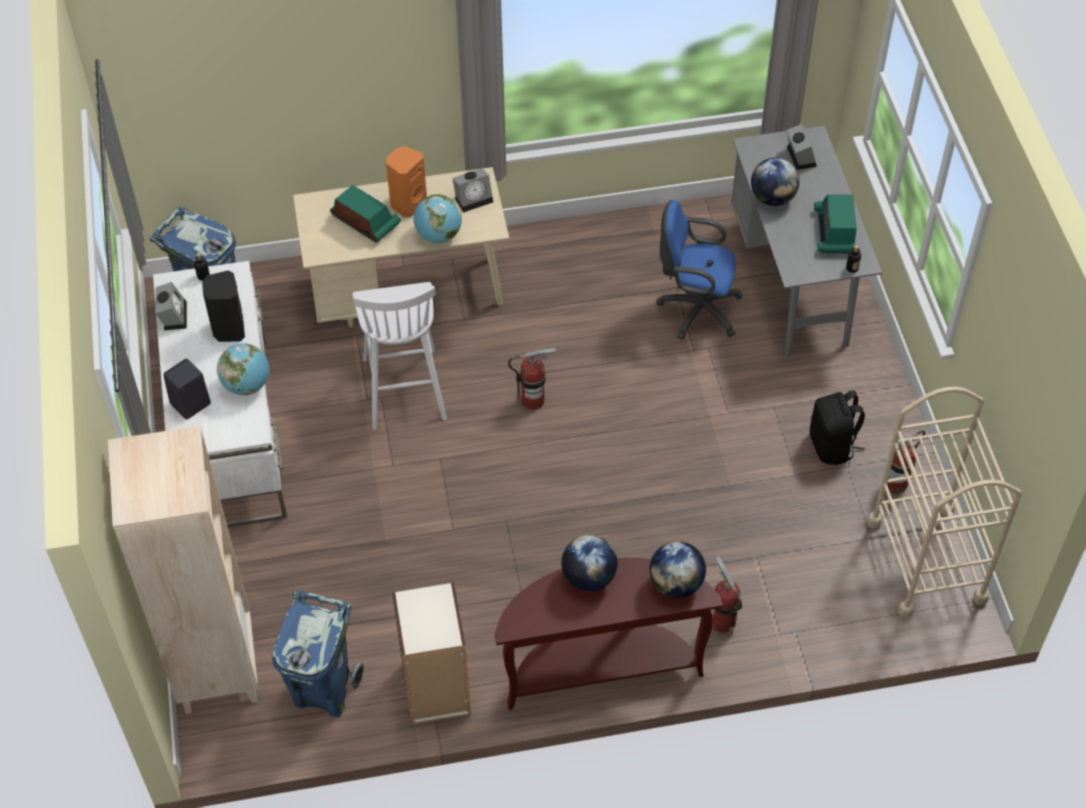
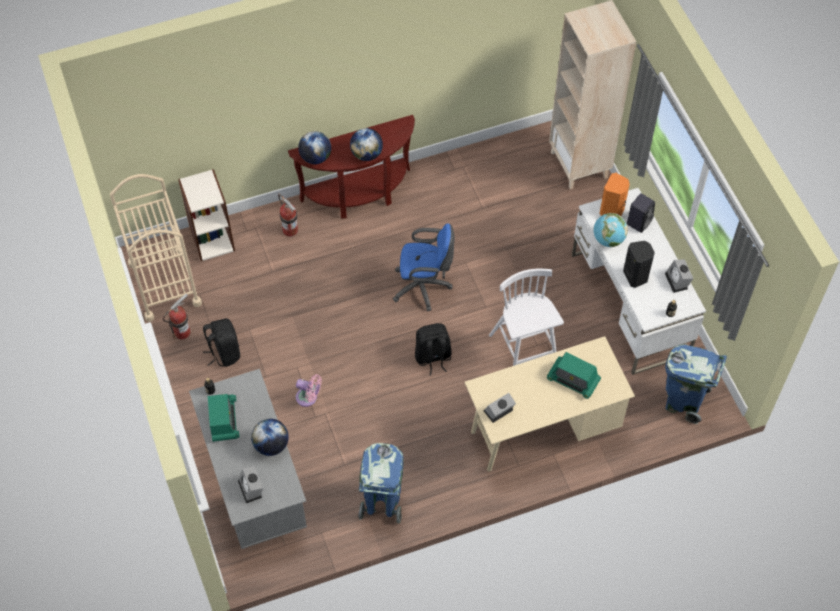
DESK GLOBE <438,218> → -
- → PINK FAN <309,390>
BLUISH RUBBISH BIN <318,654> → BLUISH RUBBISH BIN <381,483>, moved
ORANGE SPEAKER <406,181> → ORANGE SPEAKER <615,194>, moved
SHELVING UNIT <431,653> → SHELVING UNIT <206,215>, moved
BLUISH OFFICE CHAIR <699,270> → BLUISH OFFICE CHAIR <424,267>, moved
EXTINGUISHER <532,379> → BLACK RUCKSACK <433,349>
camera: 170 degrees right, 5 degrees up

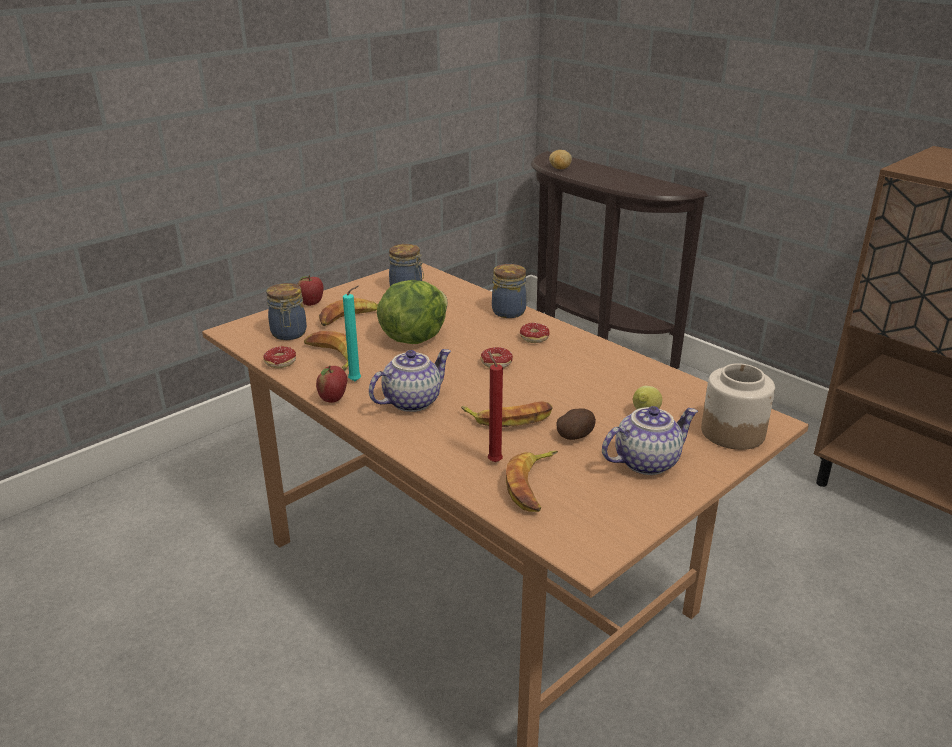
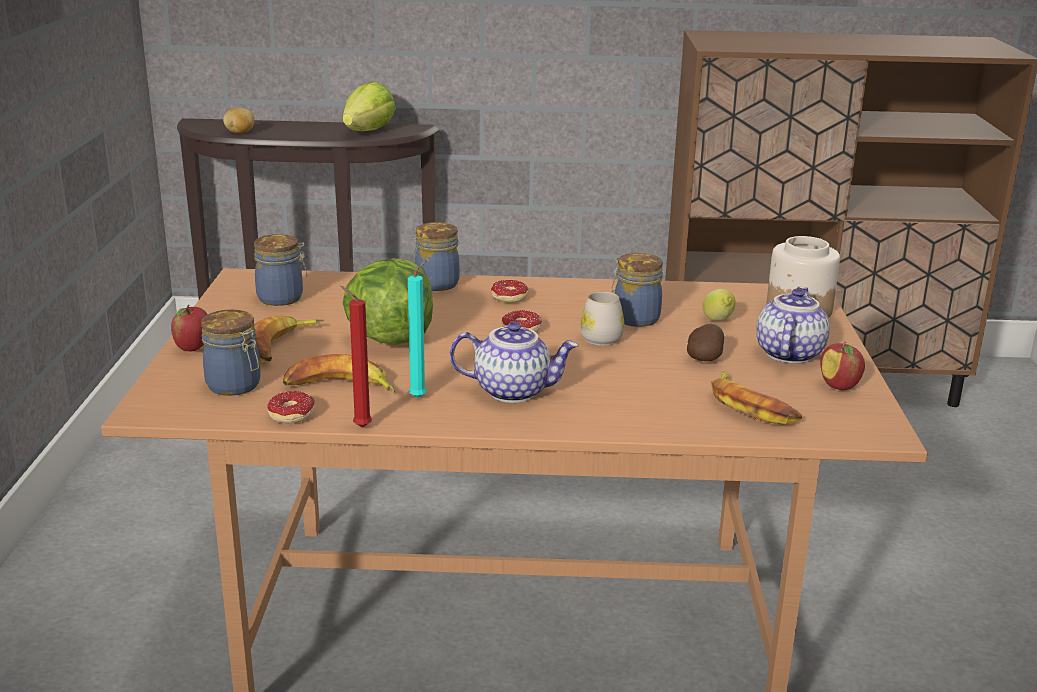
BANANA <506,414> → -
- → LETTUCE <369,106>
- → WHITE TEA MUG <602,319>
- → JAR <637,290>
WHOLE APPLE <331,384> → WHOLE APPLE <842,366>, moved
RED-COLOURED WAX CANDLE <495,406> → RED-COLOURED WAX CANDLE <356,357>, moved
POT FOR TEA <410,380> → POT FOR TEA <514,362>, 90 degrees clockwise
camera: 45 degrees left, 5 degrees down

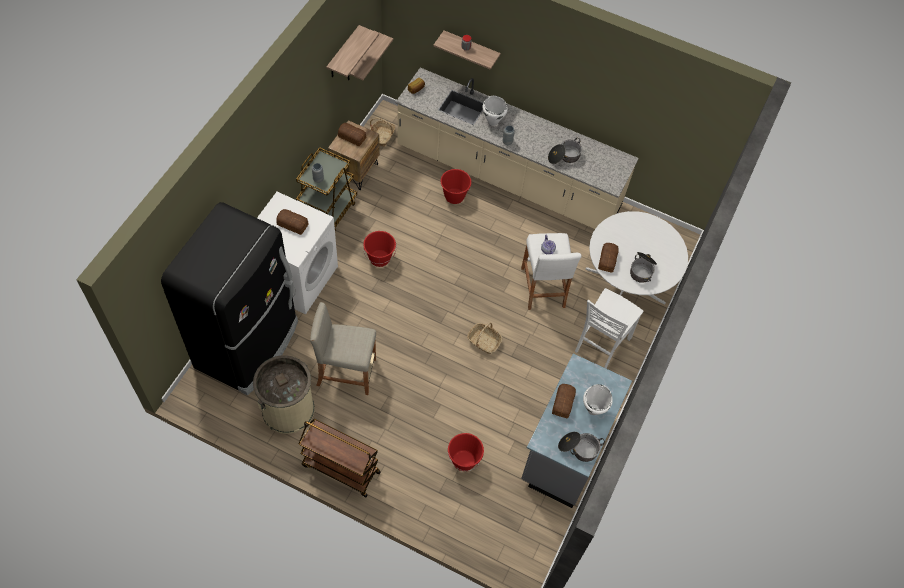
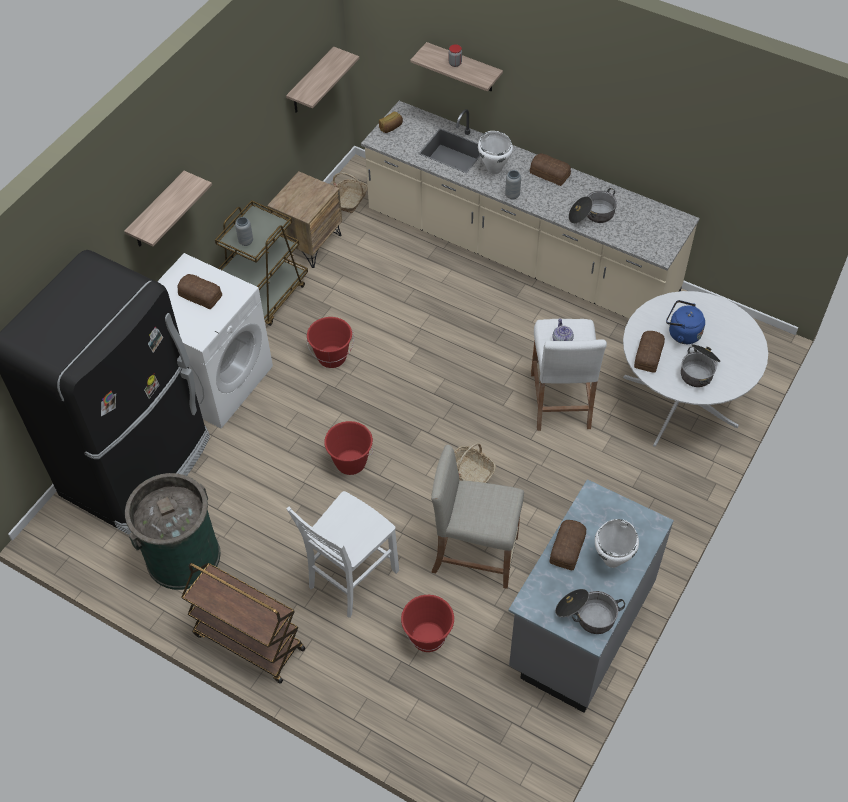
- → BLUISH TEA KETTLE <685,322>
SAND-COLOURED STOOL <343,348> → SAND-COLOURED STOOL <477,517>, moved
SHELF <352,51> → SHELF <168,209>, moved
BAKED BREAD <352,134> → BAKED BREAD <550,169>, moved
RED-COLOURED PAIL <456,186> → RED-COLOURED PAIL <348,448>, moved
WHITE CHAIR <609,328> → WHITE CHAIR <342,554>, moved
SAND-COLOURED RUBBISH BIN <284,394> → GREEN RUBBISH BIN <173,531>
camera: 10 degrees right, 5 degrees down

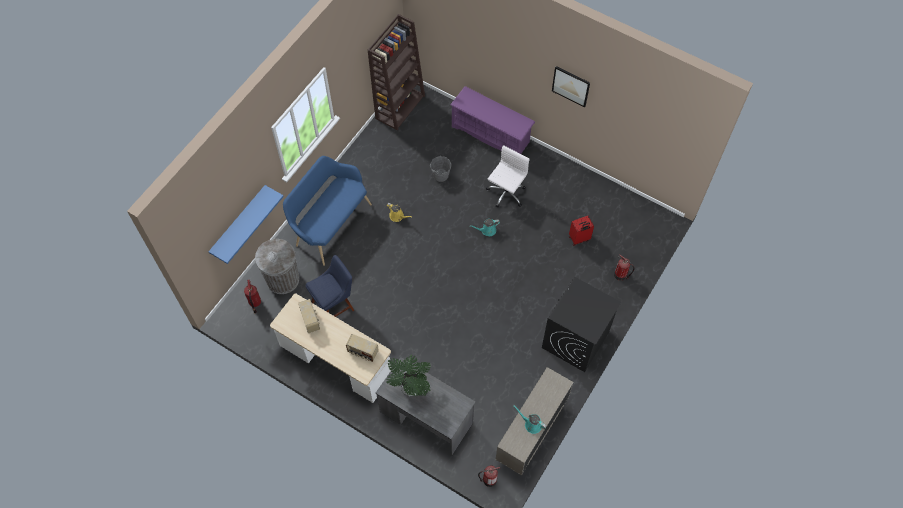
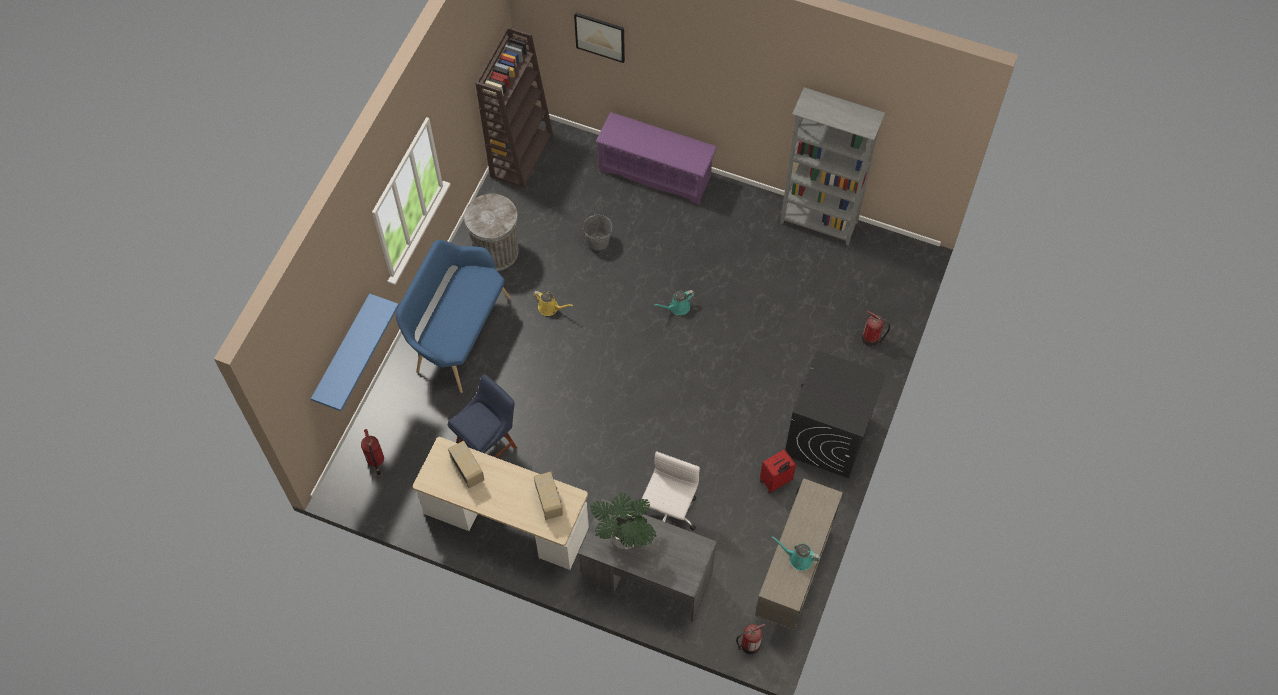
- → GREY SHELVING UNIT <832,166>
GREY RUBBISH BIN <277,266> → GREY RUBBISH BIN <491,232>, moved
WHITE OFFICE CHAIR <507,176> → WHITE OFFICE CHAIR <670,491>, moved
WALL ART <571,86> → WALL ART <599,37>, moved
RED-COLOURED SUITCASE <581,231> → RED-COLOURED SUITCASE <778,471>, moved
RADIO SET <362,348> → RADIO SET <548,495>, 120 degrees counterclockwise
camera: 10 degrees left, 0 degrees up

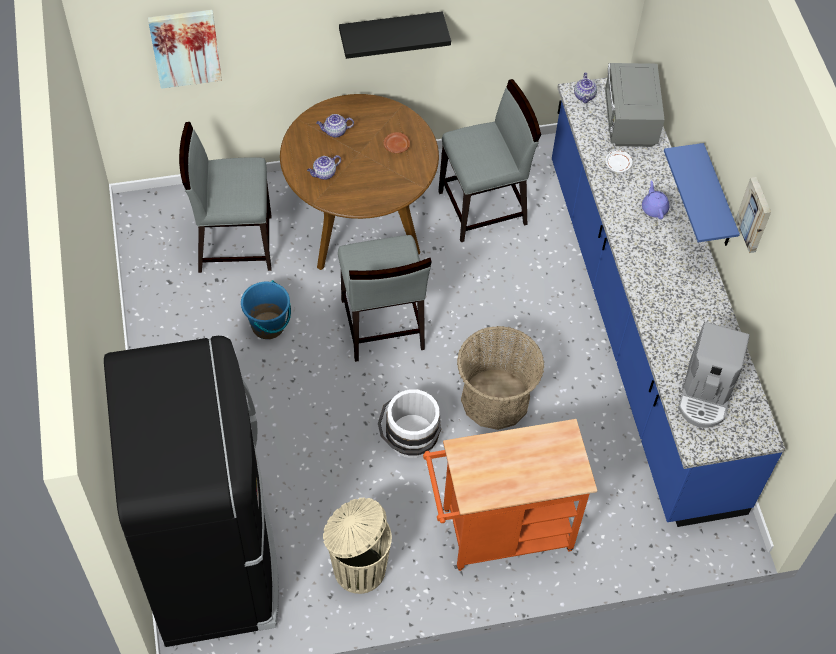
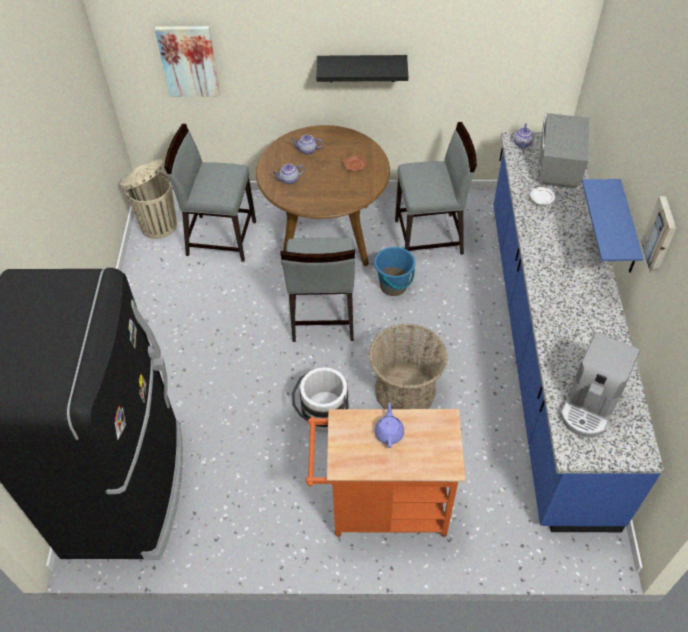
BLUISH PAIL <266,309> → BLUISH PAIL <394,271>, moved
SAND-COLOURED RUBBISH BIN <357,545> → SAND-COLOURED RUBBISH BIN <148,199>, moved
PURPLISH POT FOR TEA <655,200> → PURPLISH POT FOR TEA <389,425>, moved
camera: 15 degrees right, 5 degrees down

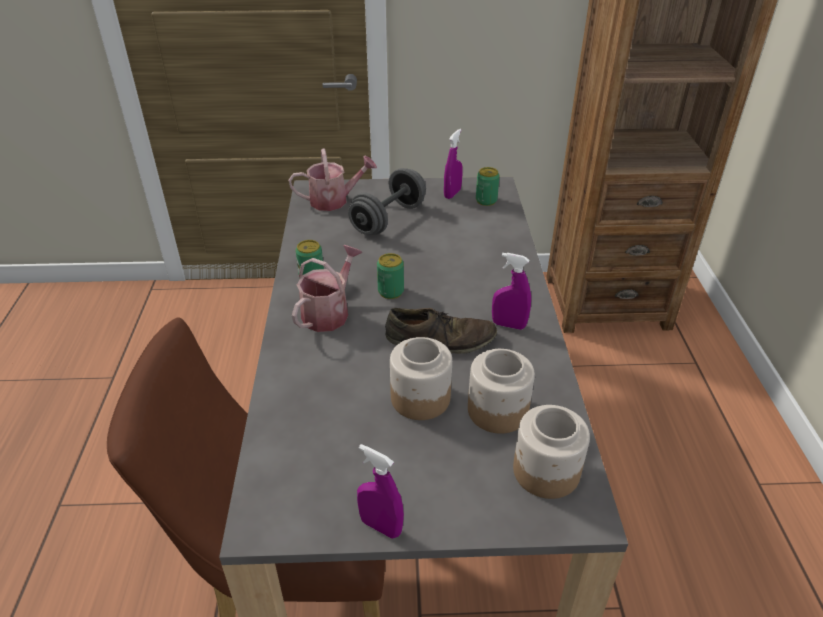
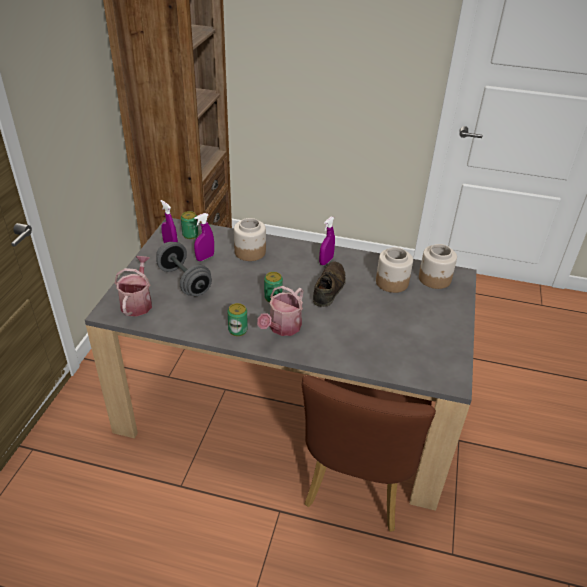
PURPLISH SPRAY BOTTLE <380,491> → PURPLISH SPRAY BOTTLE <204,237>, moved
JAR <421,378> → JAR <250,239>, moved
WATERING CAN <327,288> → WATERING CAN <280,311>, 105 degrees counterclockwise
camera: 75 degrees left, 0 degrees up

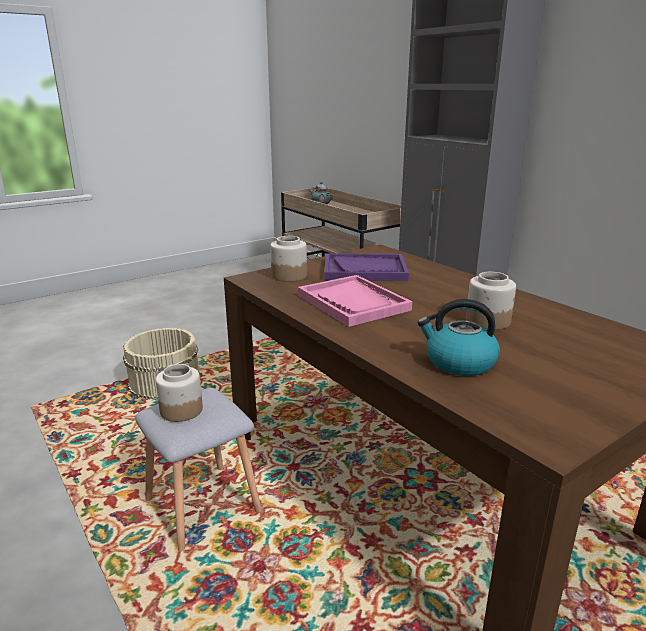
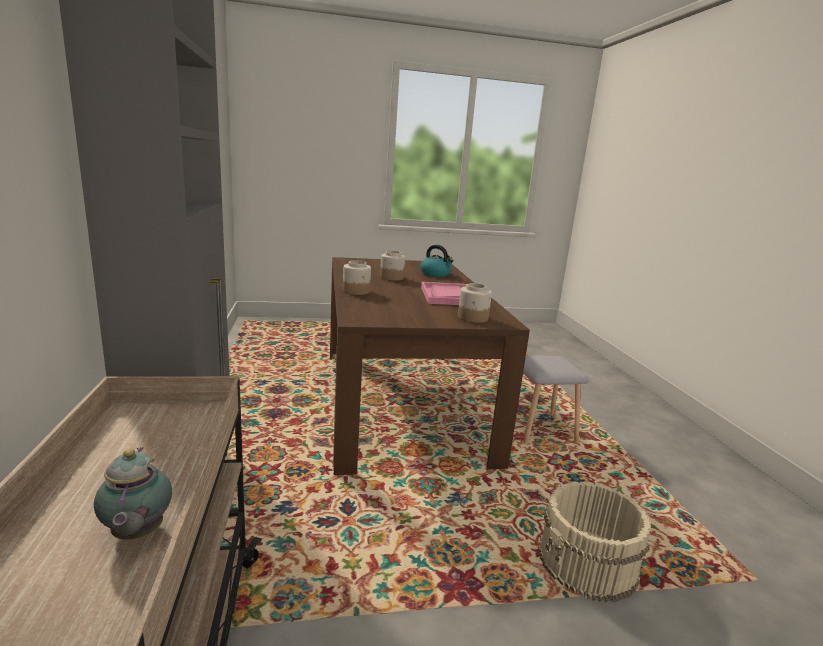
PURPLISH SERVING TRAY <367,267> → -
JAR <179,393> → JAR <357,277>, moved
camera: 155 degrees left, 5 degrees down

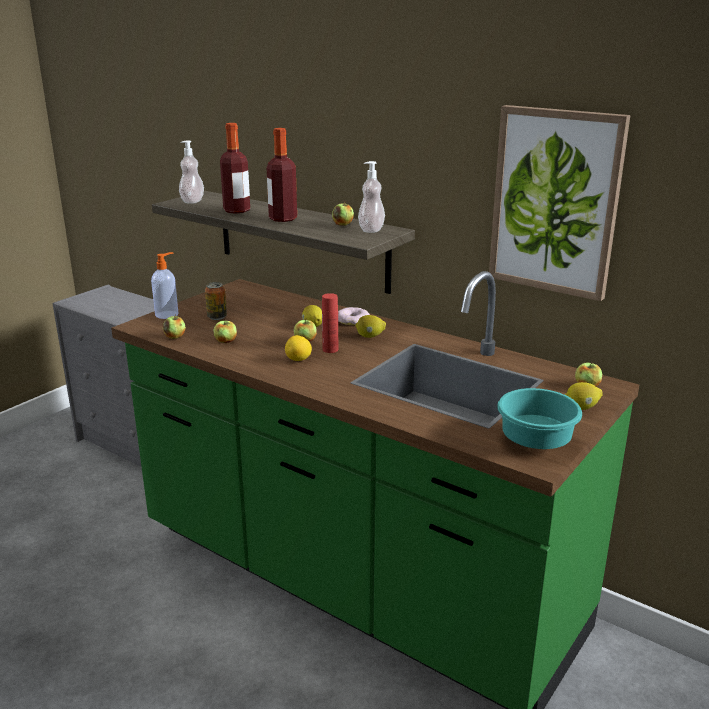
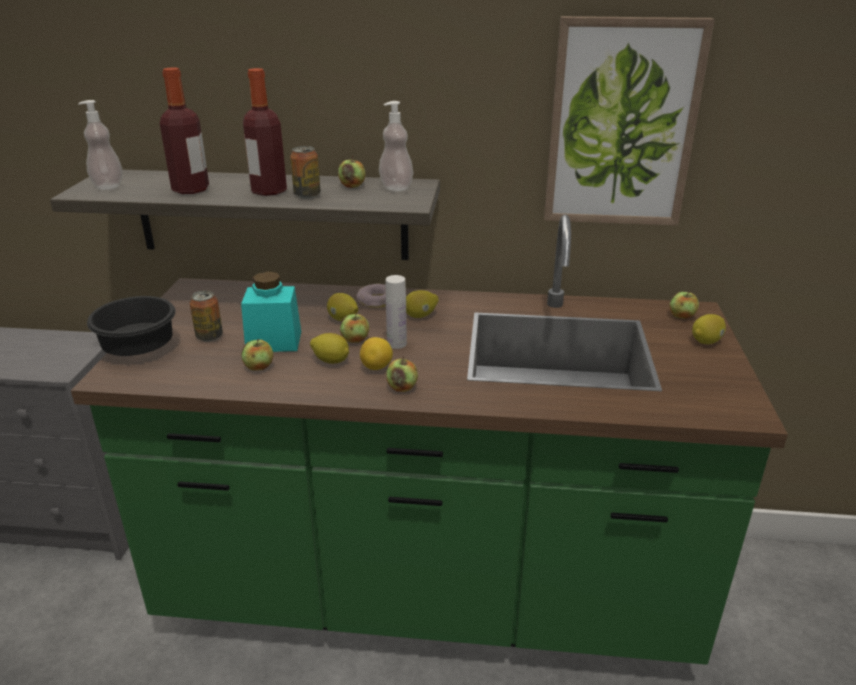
BLUE-GREEN BOWL <539,418> → -
- → BLUE-GREEN JAR <271,312>
- → METAL CAN <305,172>
- → CITRUS FRUIT <329,348>
WHOLE APPLE <174,326> → WHOLE APPLE <402,374>, moved
SOAP DISPENSER <164,285> → BLACK BOWL <131,326>
RED-COLOURED BOTTLE <330,323> → WHITE BOTTLE <396,312>
camera: 30 degrees left, 5 degrees up

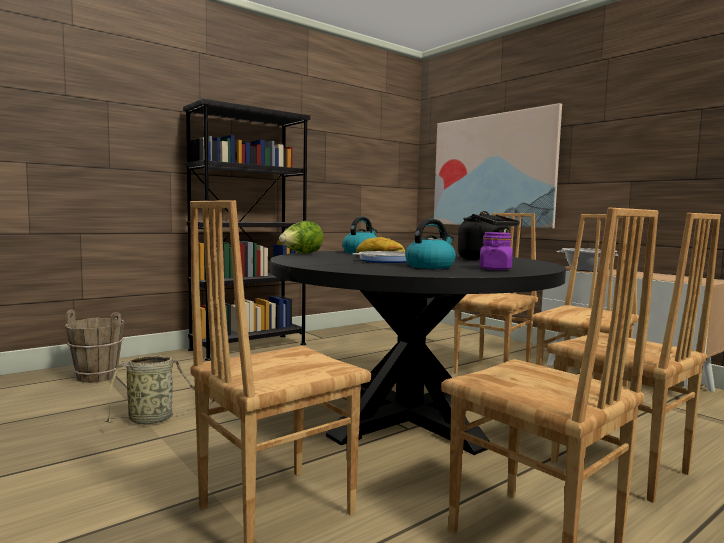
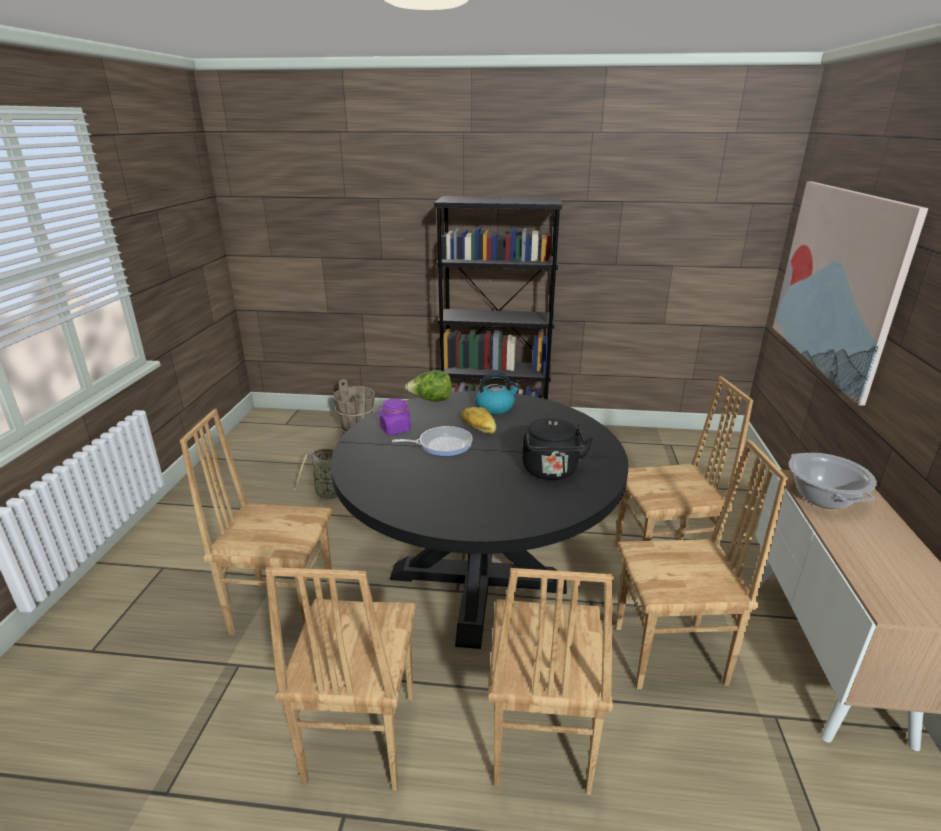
TEA KETTLE <430,244> → -
PURPLISH JAR <496,251> → PURPLISH JAR <394,416>, moved
camera: 45 degrees right, 20 degrees up

